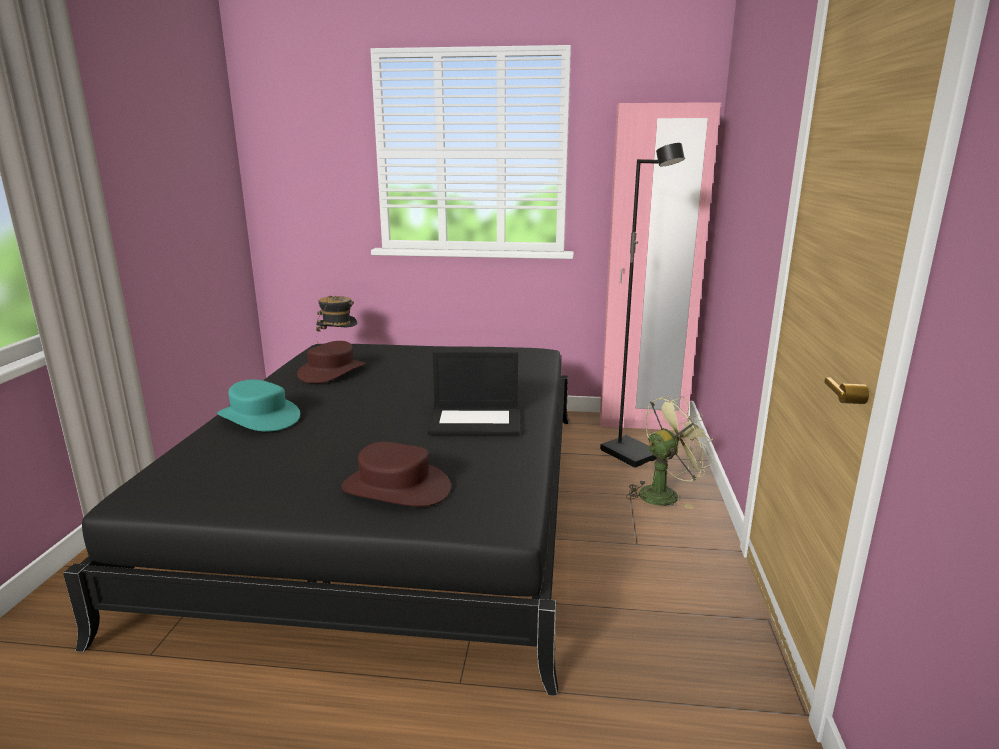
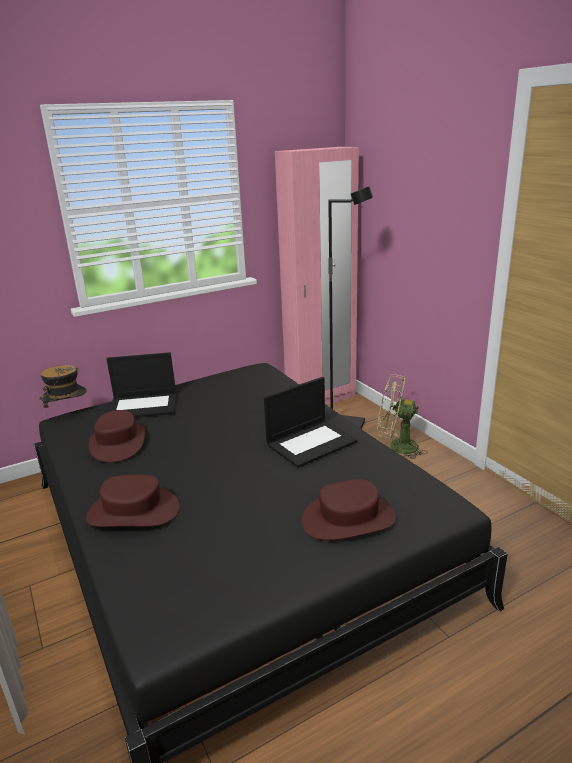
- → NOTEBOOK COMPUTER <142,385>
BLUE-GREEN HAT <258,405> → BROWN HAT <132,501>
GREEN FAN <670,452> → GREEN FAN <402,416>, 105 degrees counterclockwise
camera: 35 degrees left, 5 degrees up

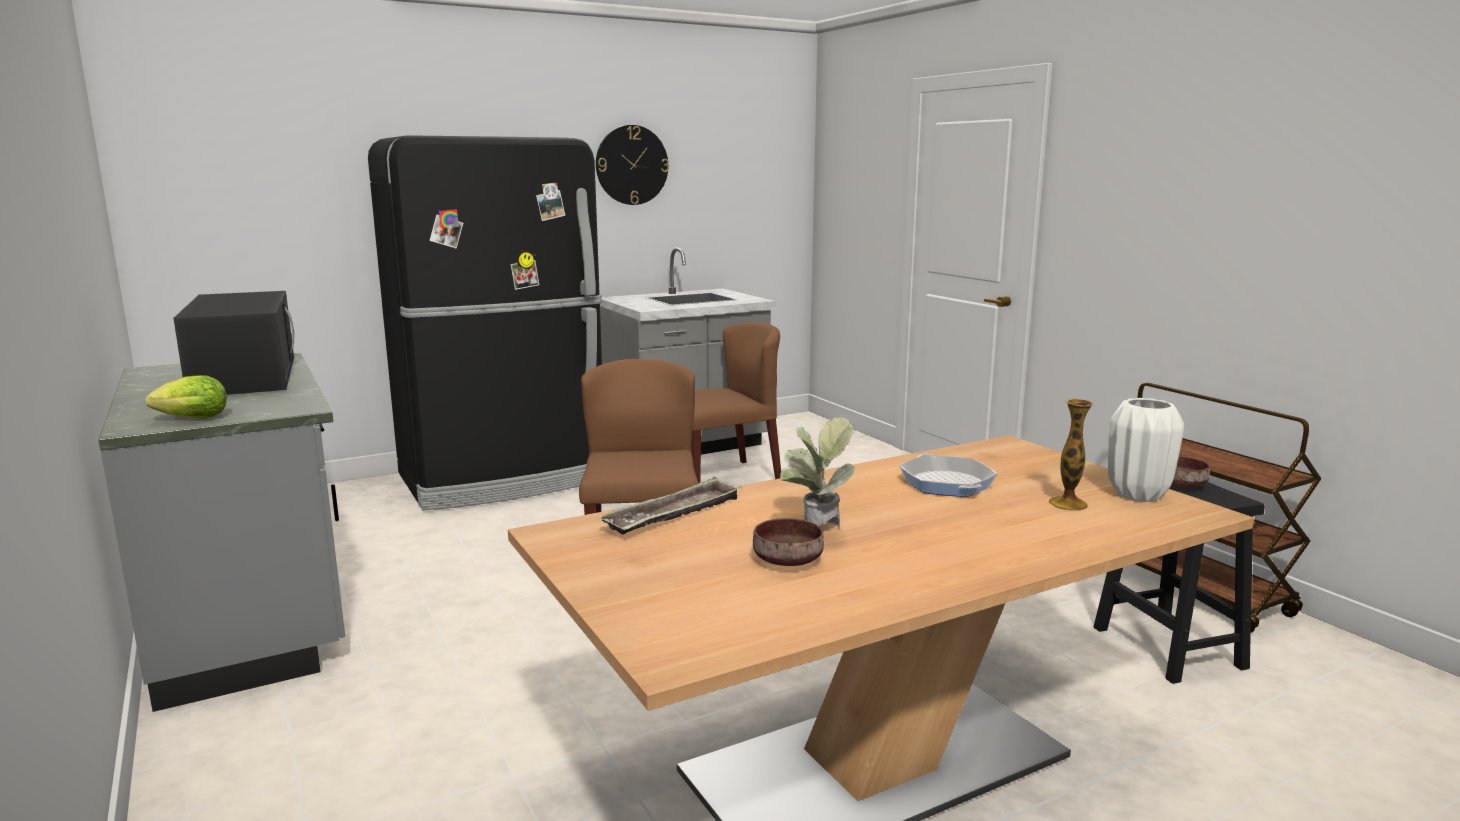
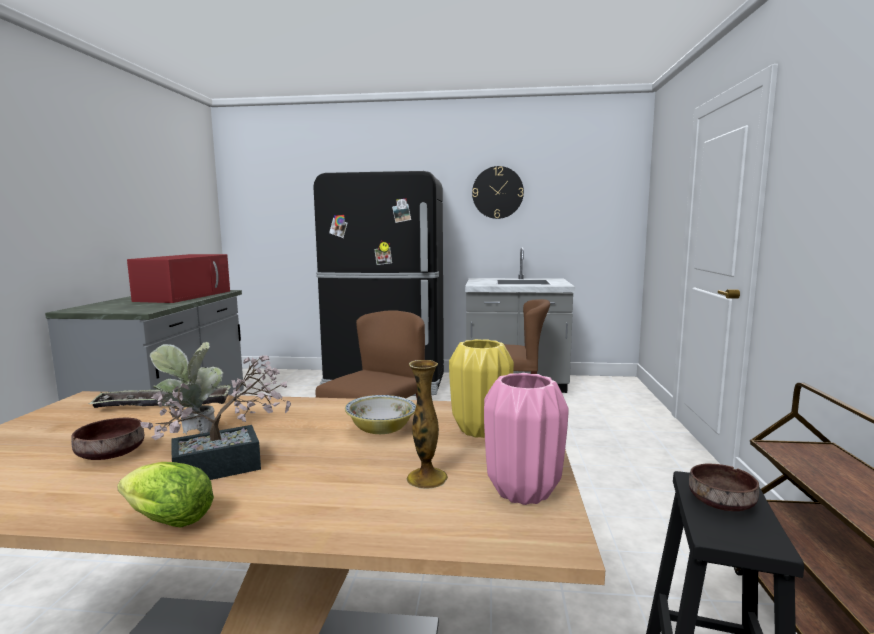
- → PLANT IN A POT <216,417>
- → YELLOW VASE <481,388>
LETTUCE <186,396> → LETTUCE <165,495>, moved
FRYING PAN <948,475> → BOWL <380,414>
BLACK MICROWAVE OVEN <234,343> → RED-COLOURED MICROWAVE OVEN <178,278>
WHITE VASE <1146,450> → PINK VASE <526,439>
camera: 35 degrees right, 5 degrees down

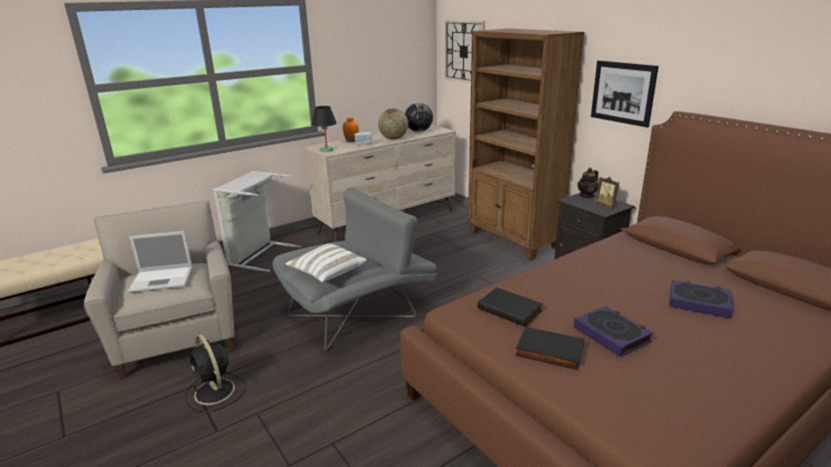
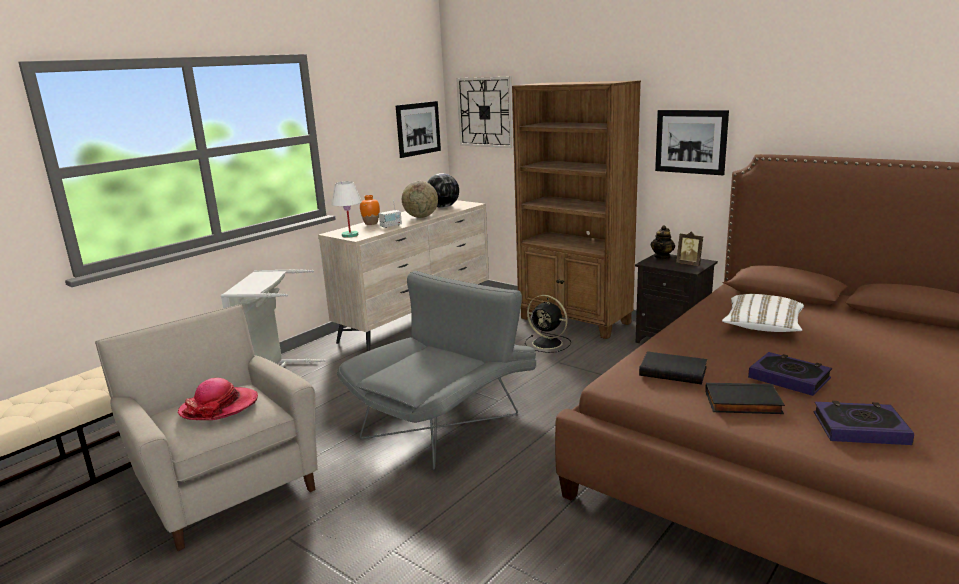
- → WALL ART <418,129>
BLACK FAN <216,373> → BLACK FAN <548,324>, moved
WHITE CUSHION <326,263> → WHITE CUSHION <763,313>, moved
VOLUME <701,299> → VOLUME <864,423>, moved
NOTEBOOK COMPUTER <159,262> → HAT <218,399>
BLACK LAMP FOR A TABLE <324,129> → WHITE LAMP FOR A TABLE <346,209>
camera: 15 degrees left, 5 degrees down

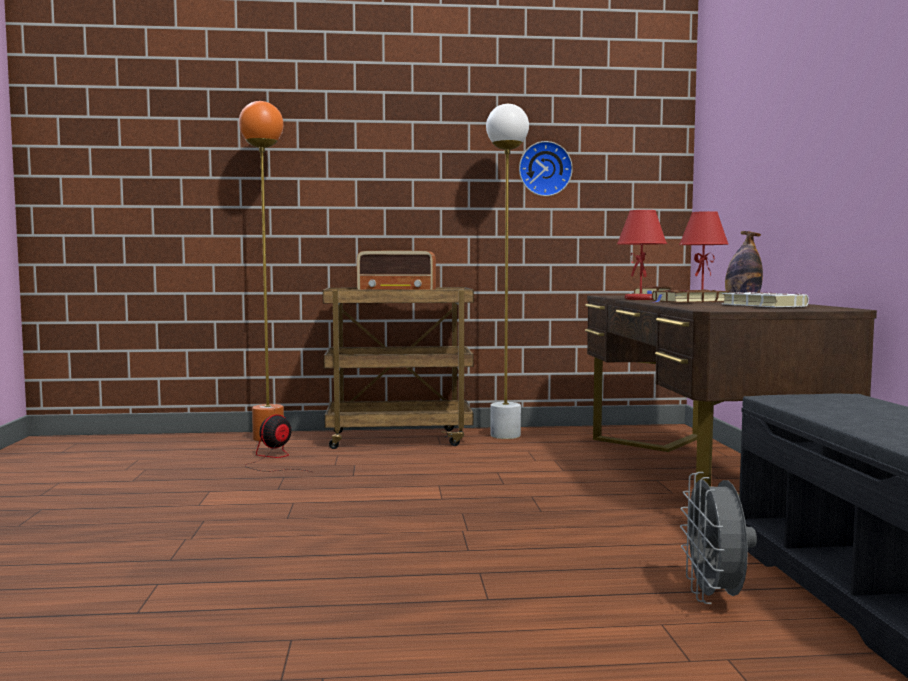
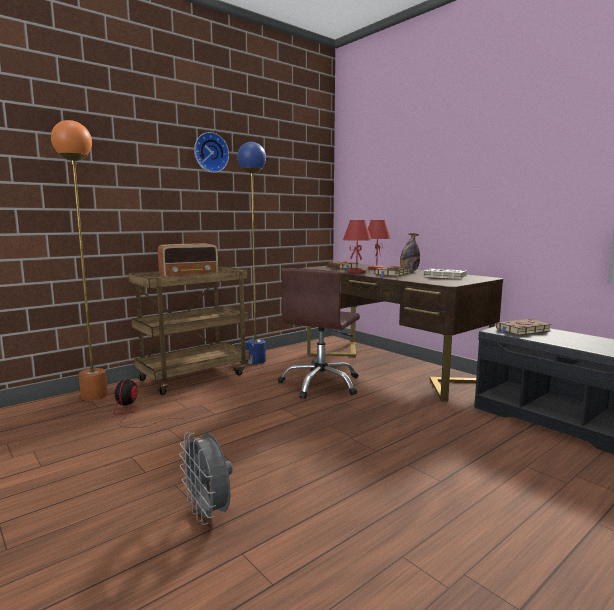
- → BROWN OFFICE CHAIR <319,333>
- → BROWN VOLUME <523,327>
WALL CLOCK <546,168> → WALL CLOCK <211,152>, moved
GREY FAN <718,538> → GREY FAN <206,478>, moved
WHITE STANDING LAMP <507,271> → BLUISH STANDING LAMP <251,253>
camera: 35 degrees left, 5 degrees up

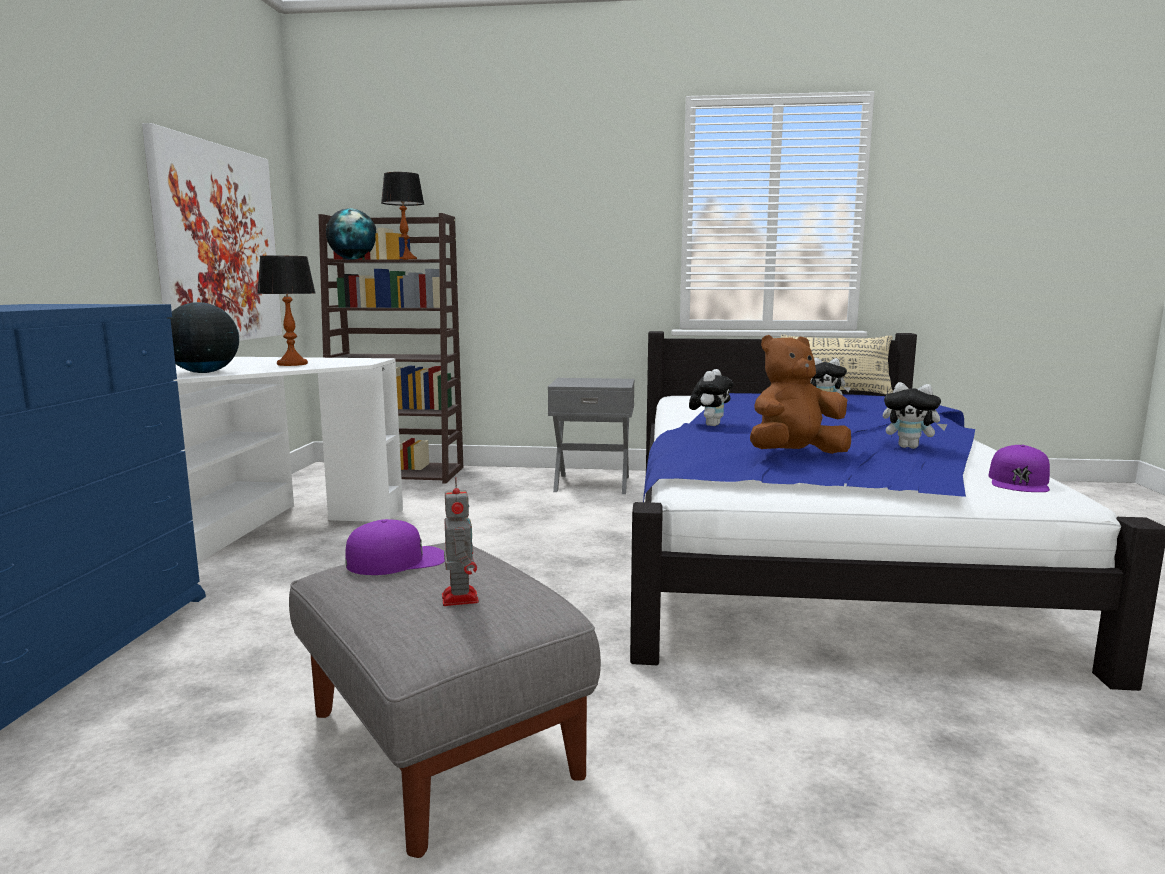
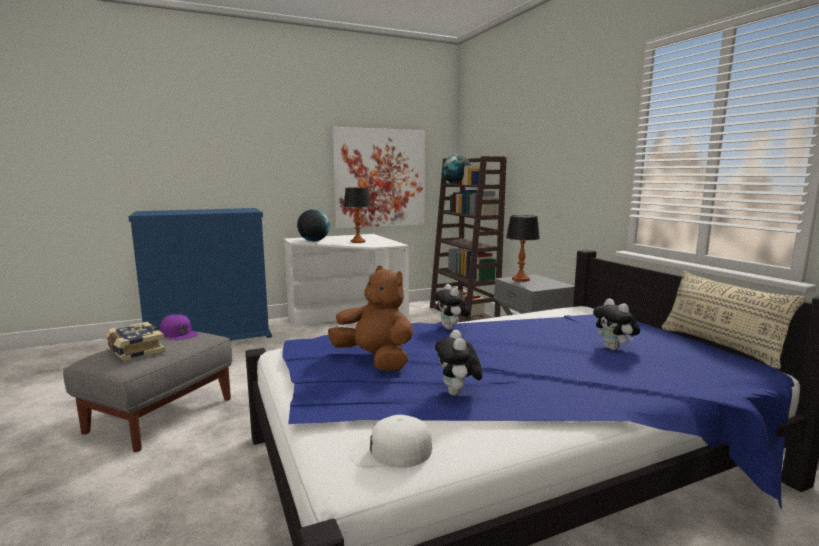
LAMP FOR A TABLE <402,215> → LAMP FOR A TABLE <523,248>, moved
MODEL ROBOT <460,541> → VOLUME <135,341>
PURPLISH BASEBALL CAP <1019,468> → WHITE BASEBALL CAP <391,441>
PLUSH TOY <711,397> → PLUSH TOY <452,307>, 75 degrees clockwise
camera: 60 degrees right, 0 degrees up

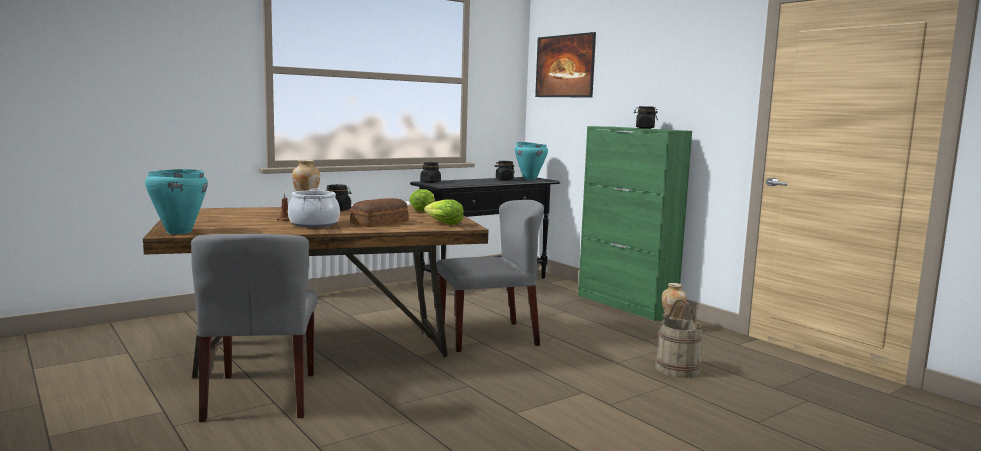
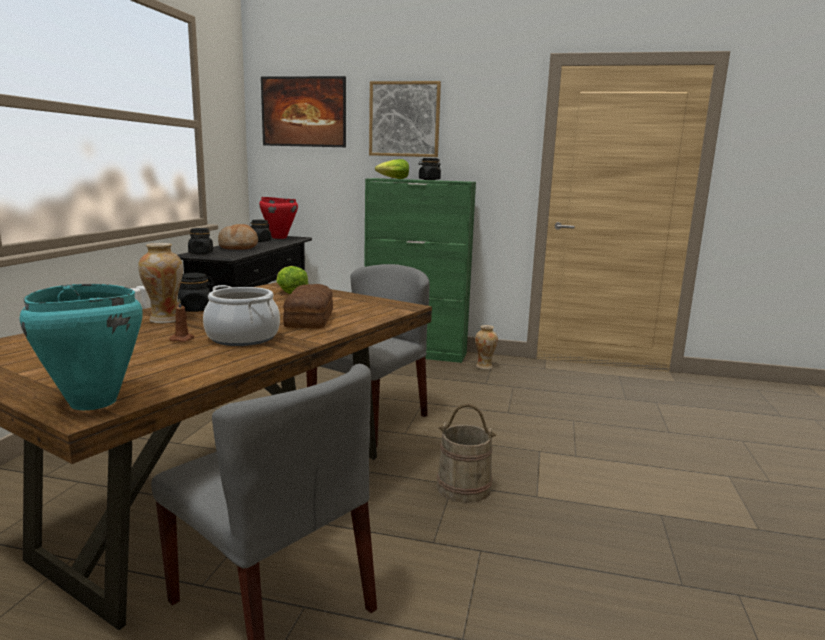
- → BAKED BREAD <238,237>
- → WALL ART <405,119>
LETTUCE <444,212> → LETTUCE <392,169>, moved
SAND-COLOURED PAIL <678,338> → SAND-COLOURED PAIL <467,453>, moved
BLUE-GREEN SAUCEPOT <531,161> → RED-COLOURED SAUCEPOT <278,218>
camera: 40 degrees left, 5 degrees up

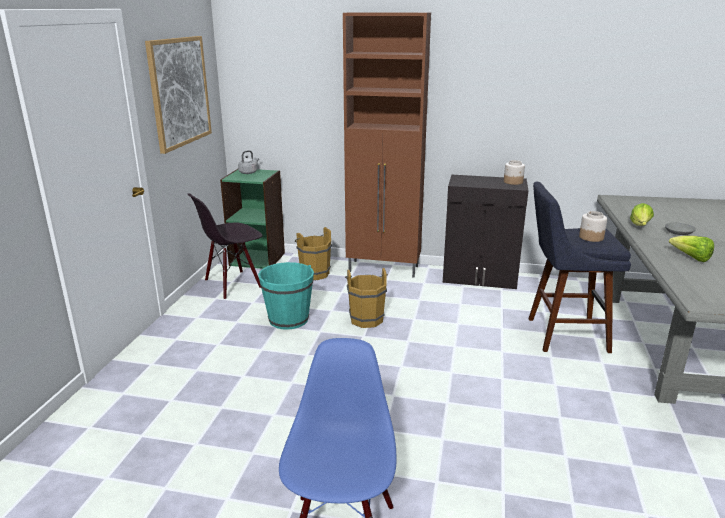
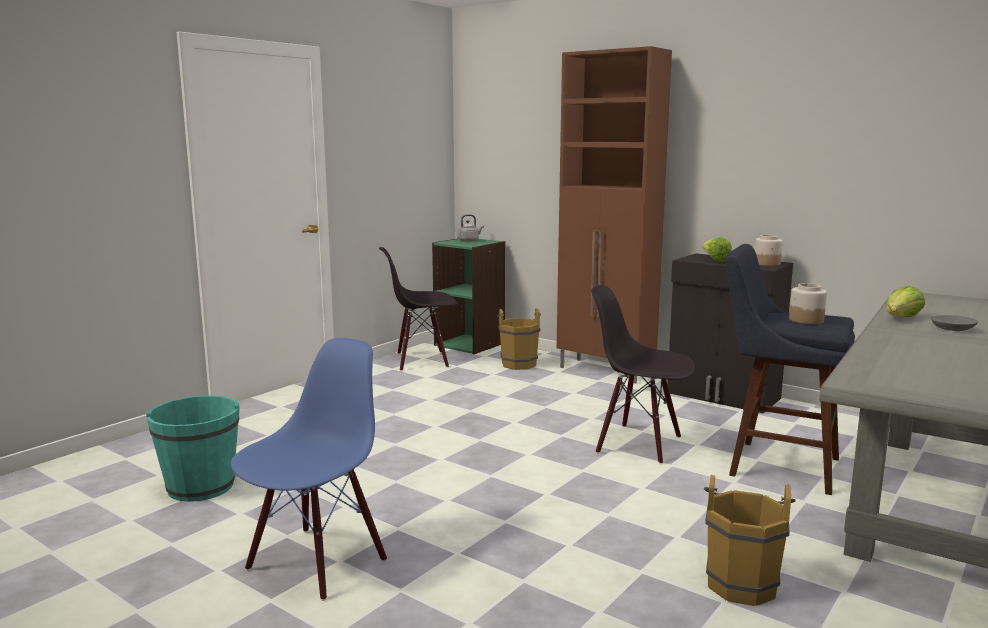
WALL ART <178,95> → -
- → BLACK CHAIR <643,374>
BLUE-GREEN PAIL <286,296> → BLUE-GREEN PAIL <193,448>, moved
BROWN PAIL <366,298> → BROWN PAIL <750,540>, moved
LETTUCE <691,249> → LETTUCE <717,249>, moved
camera: 25 degrees right, 10 degrees down

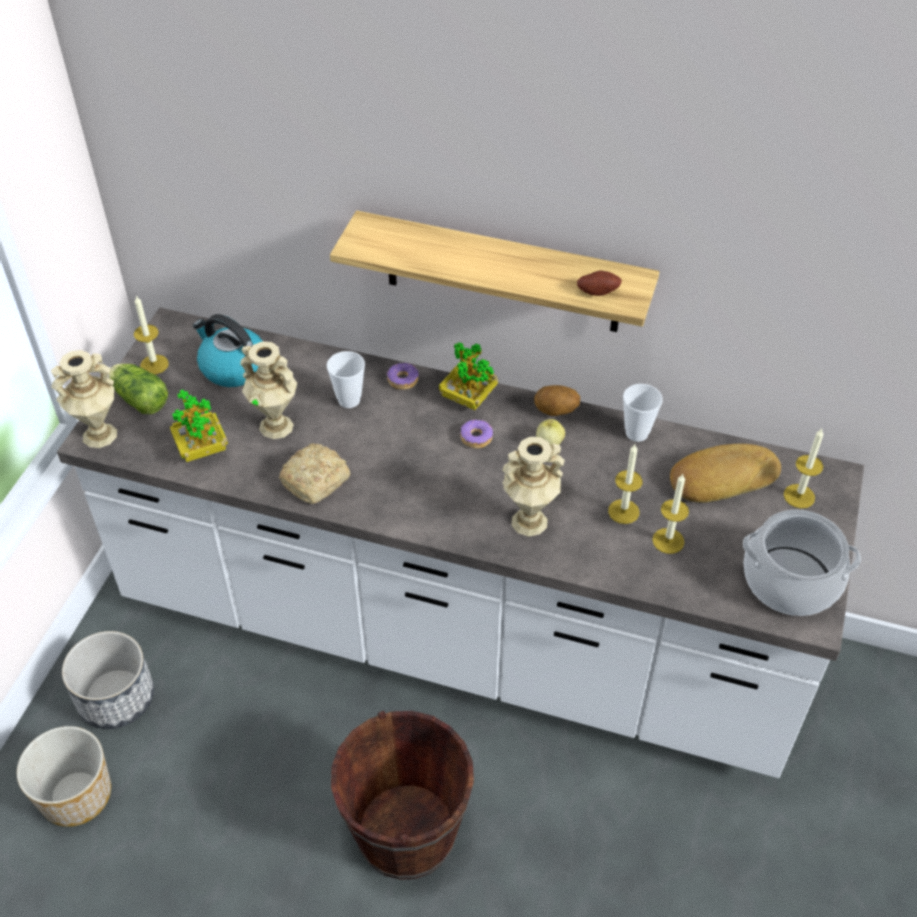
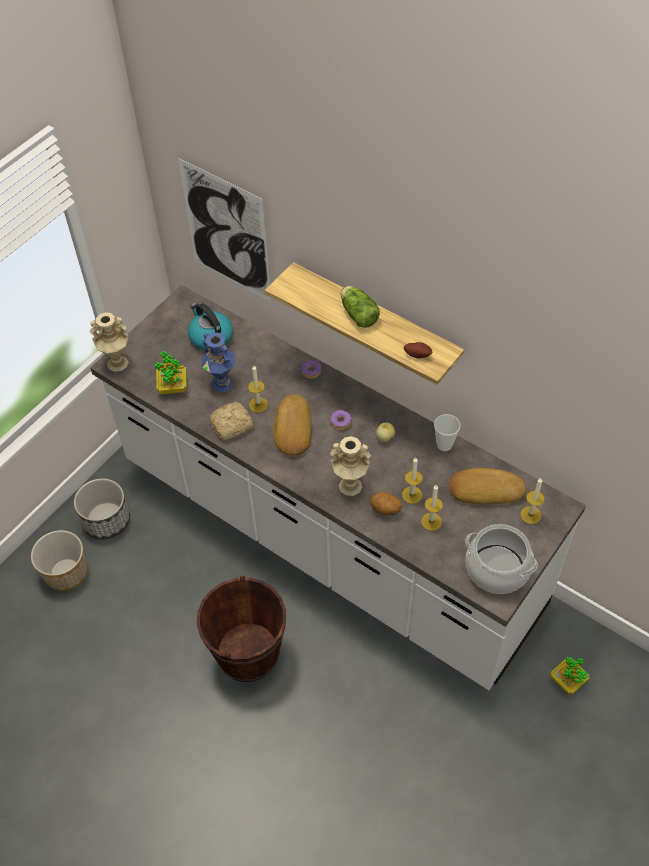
SMALL CUP <345,379> → -
- → WALL ART <225,230>
- → BAKED BREAD <292,425>
LETTUCE <138,388> → LETTUCE <360,307>, moved
WAX CANDLE <151,335> → WAX CANDLE <258,389>, moved
PLANT IN A POT <468,376> → PLANT IN A POT <569,676>, moved
SPUD <557,400> → SPUD <386,503>, moved
SAND-COLOURED VASE <268,390> → BLUISH VASE <218,362>
camera: 20 degrees right, 5 degrees up

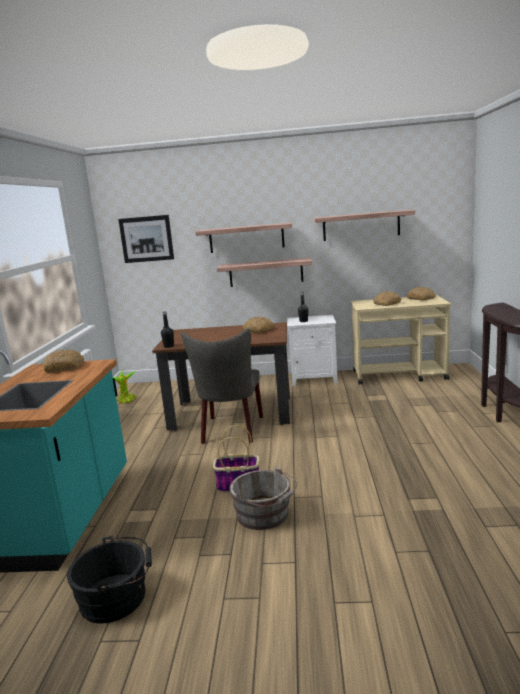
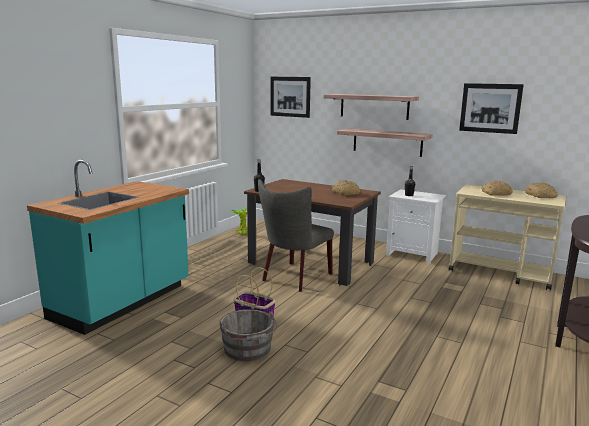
BAKED BREAD <63,361> → -
BLACK PAIL <109,580> → -
SHELF <364,225> → WALL ART <491,108>
camera: 25 degrees right, 0 degrees up

